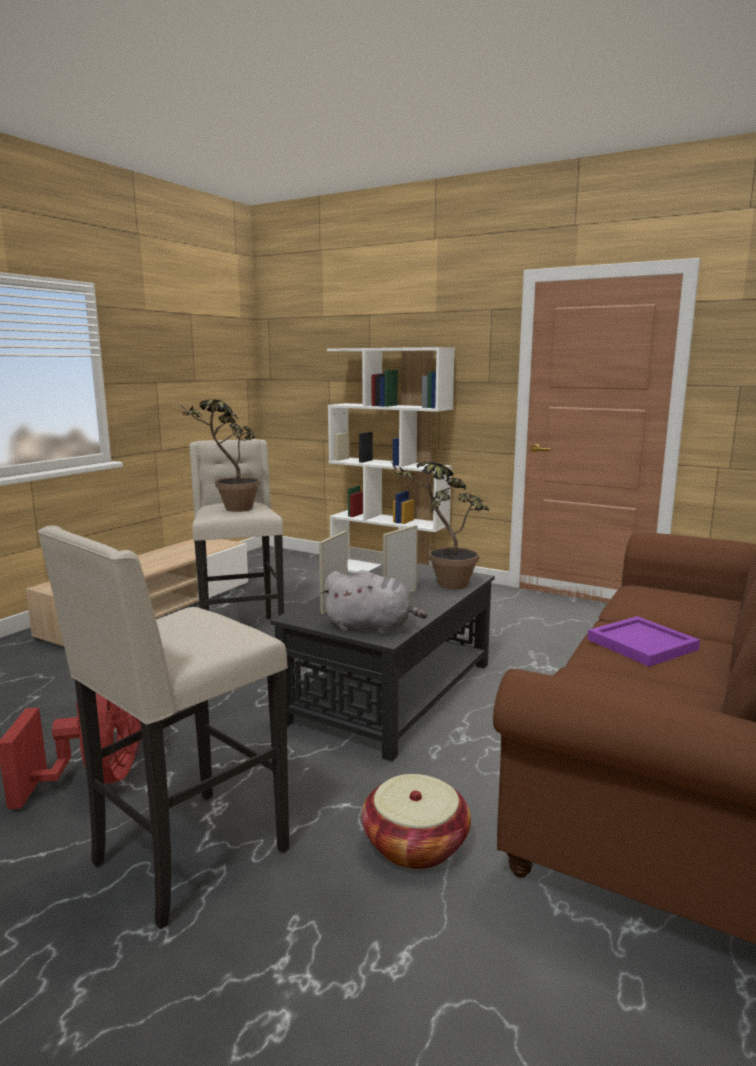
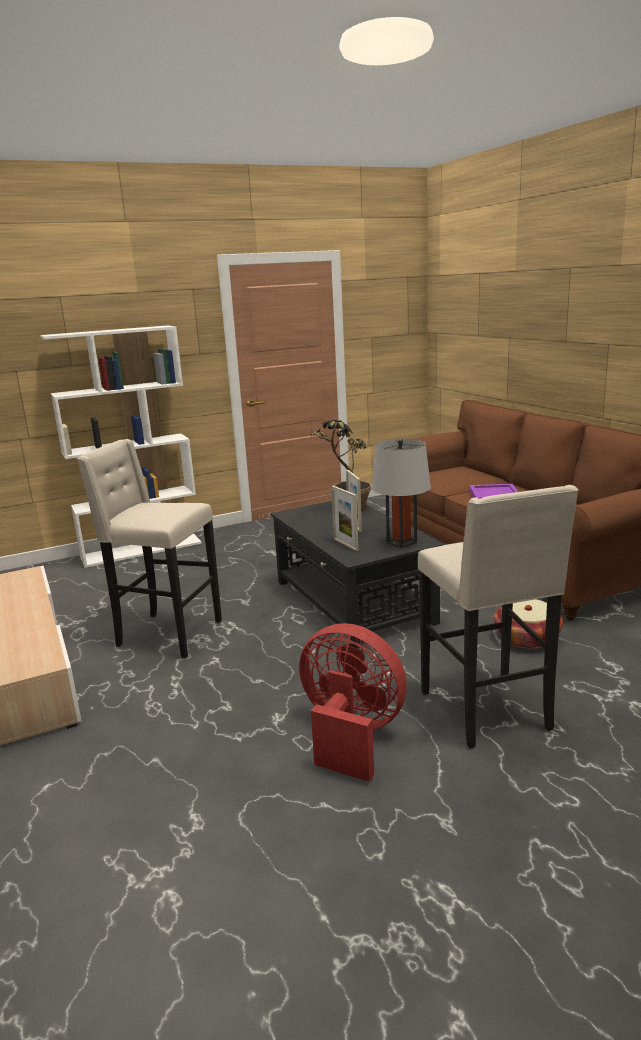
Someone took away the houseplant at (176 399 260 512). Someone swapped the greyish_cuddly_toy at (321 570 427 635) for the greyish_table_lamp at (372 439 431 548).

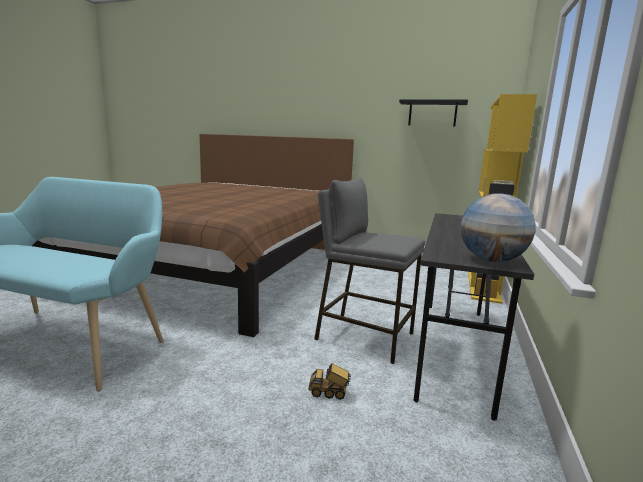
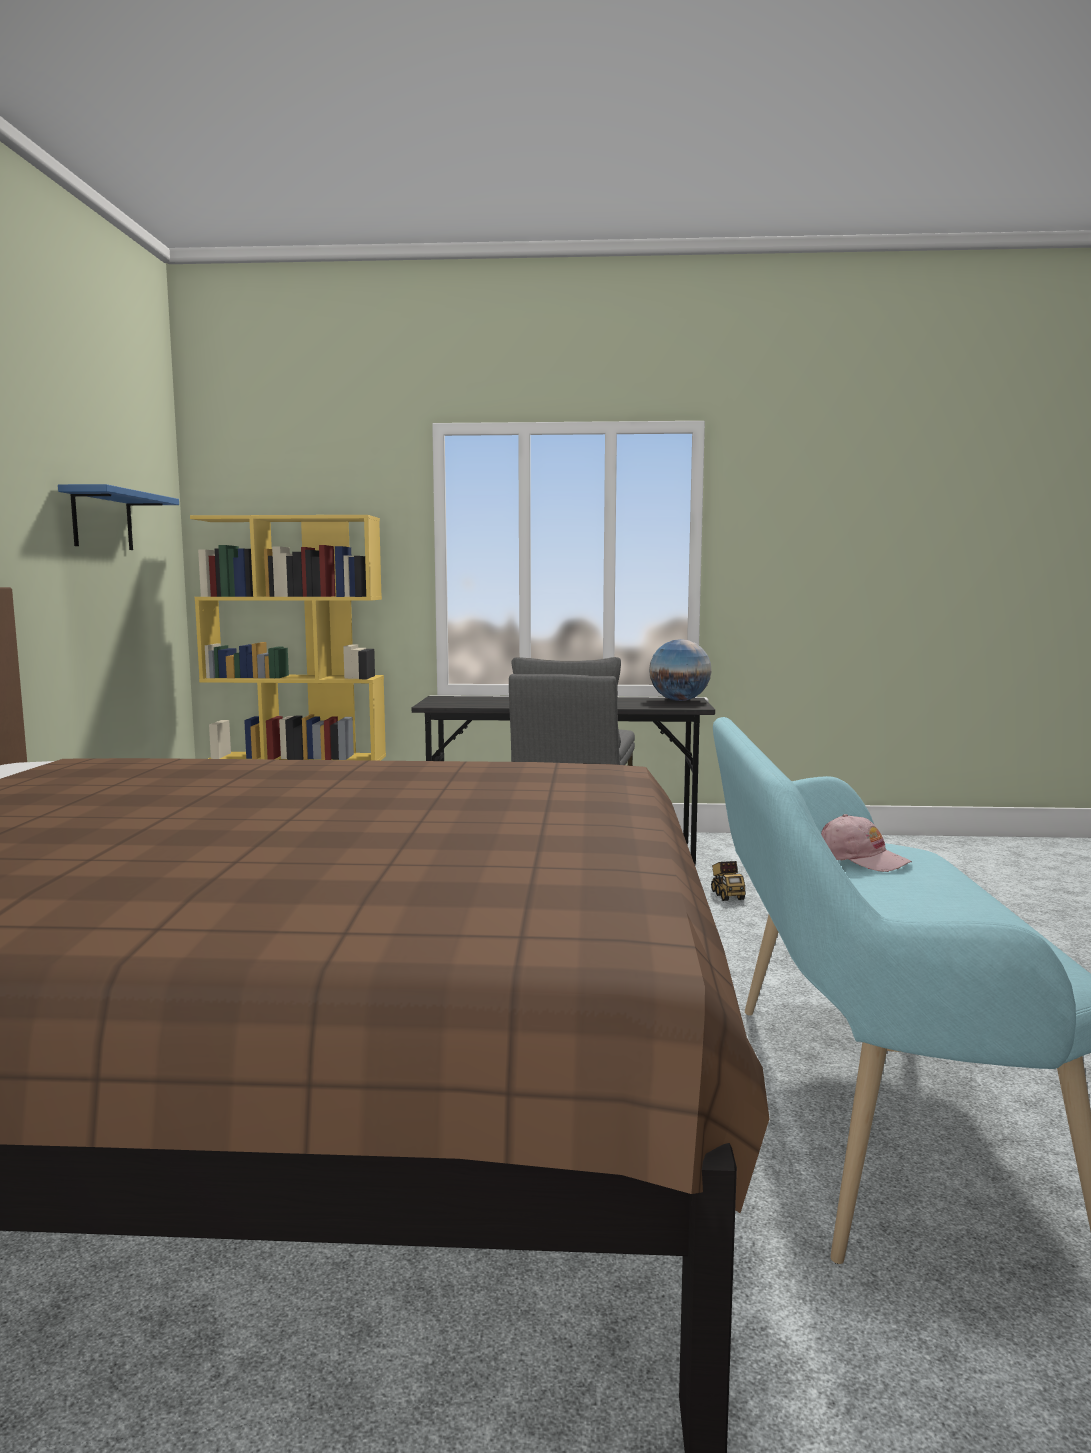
Someone put down the pinkish_baseball_cap at (821 814 912 872). Someone repainted the black_wall_shelf at (399 99 468 126), which became the blue-coloured_wall_shelf at (58 484 179 550).

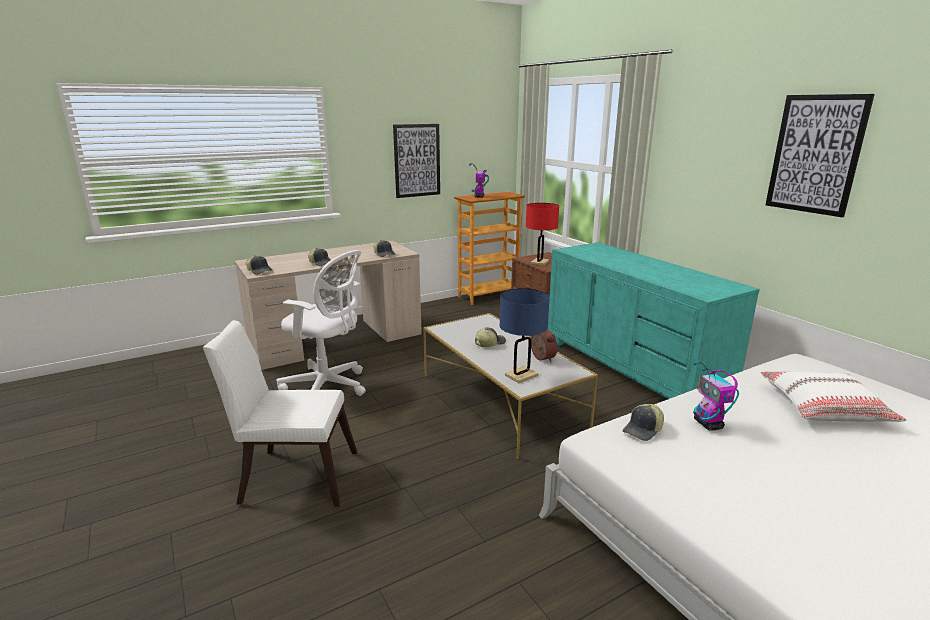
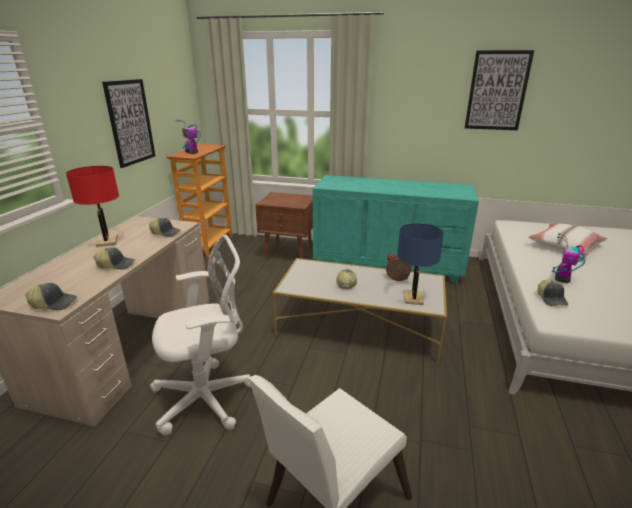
Someone carried the red-coloured_table_lamp from (526 203 559 266) to (66 166 119 247). Someone rotated the robot_figure at (693 362 739 431) by 90 degrees clockwise.

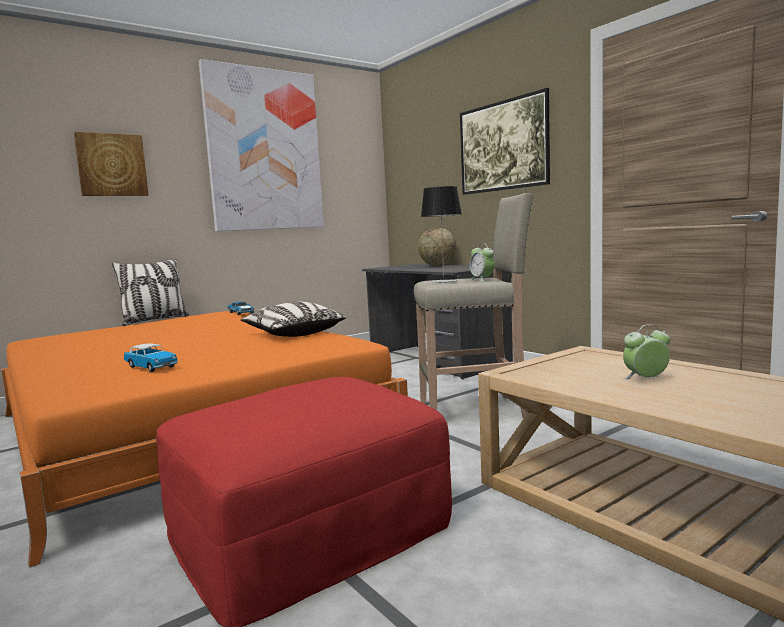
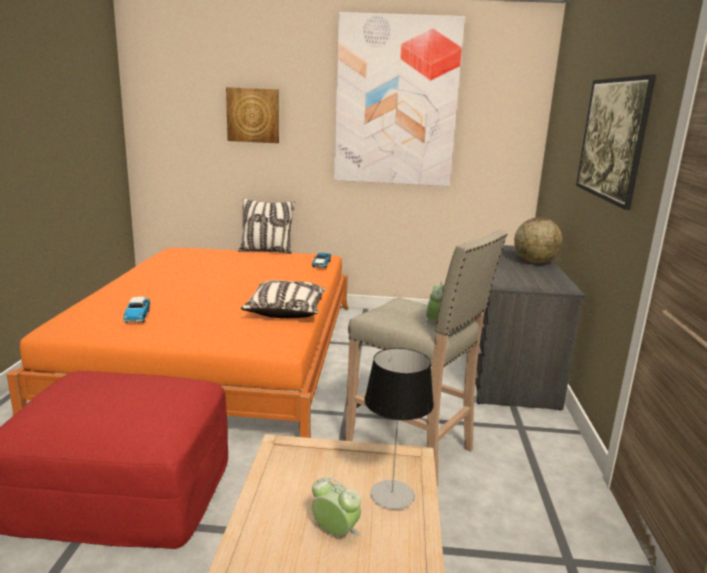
Someone carried the table_lamp from (421 186 462 283) to (364 348 434 510).

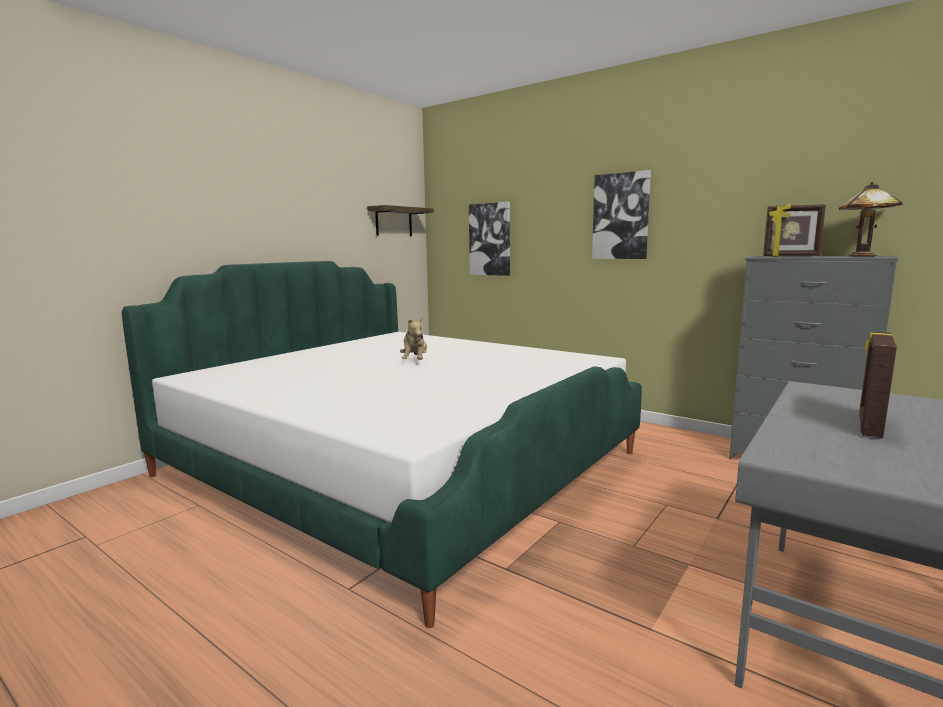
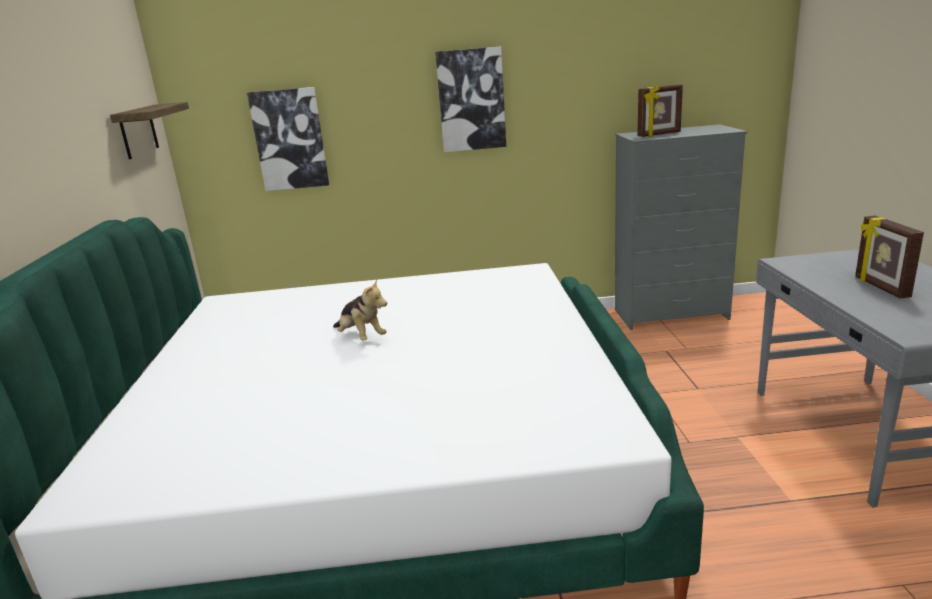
Someone took away the table_lamp at (839 182 903 256).

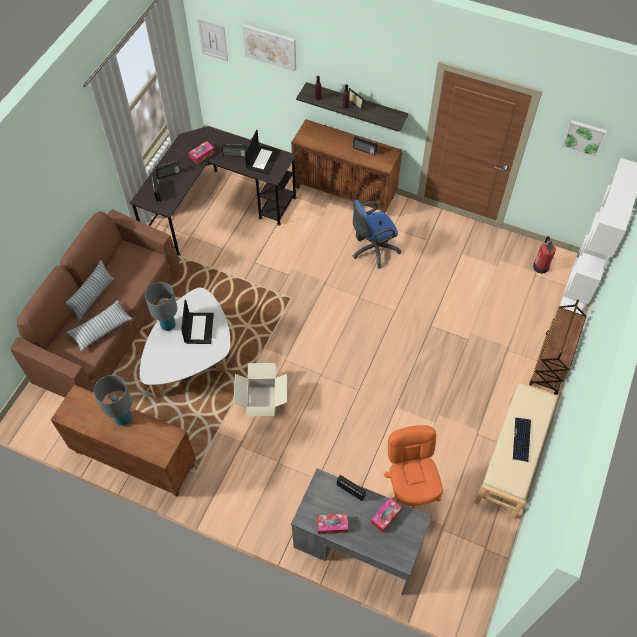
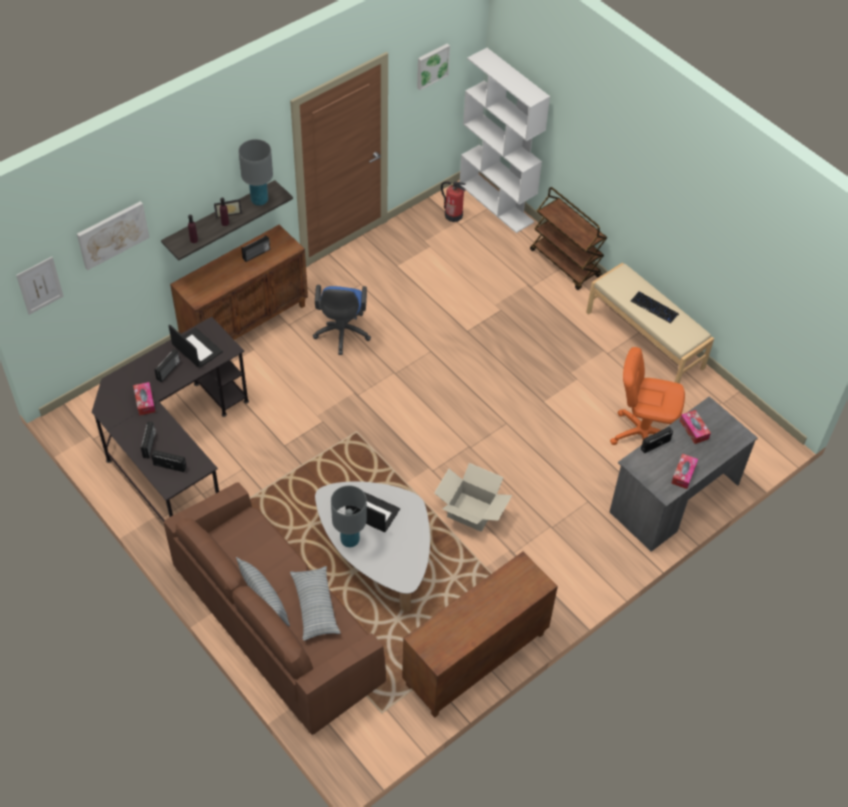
Someone carried the greyish_table_lamp from (94 375 132 426) to (238 139 273 206).

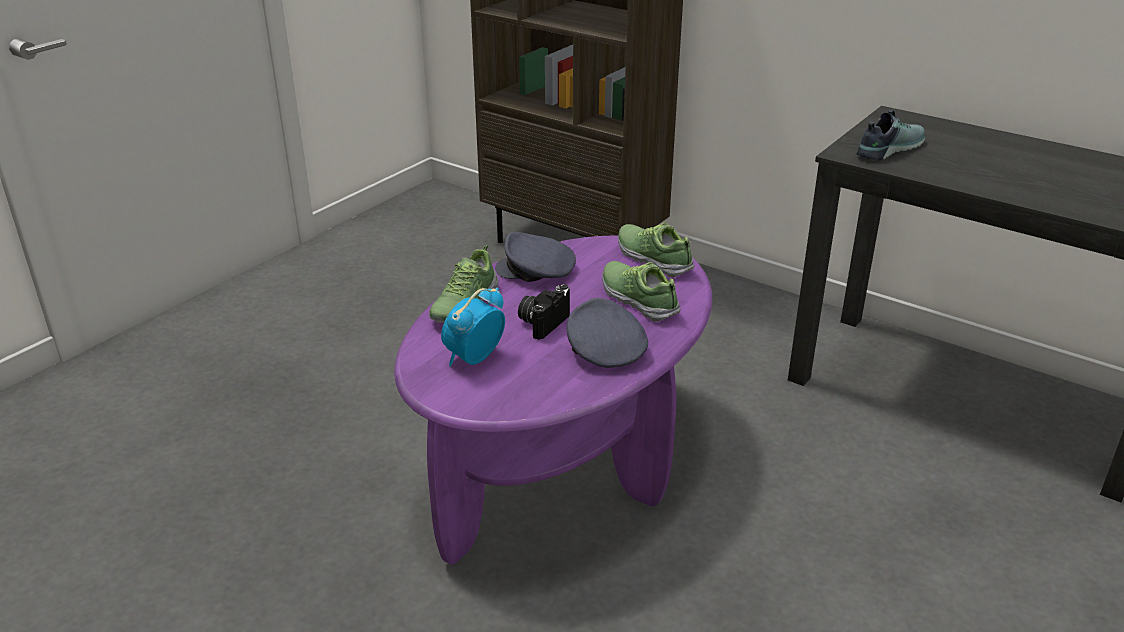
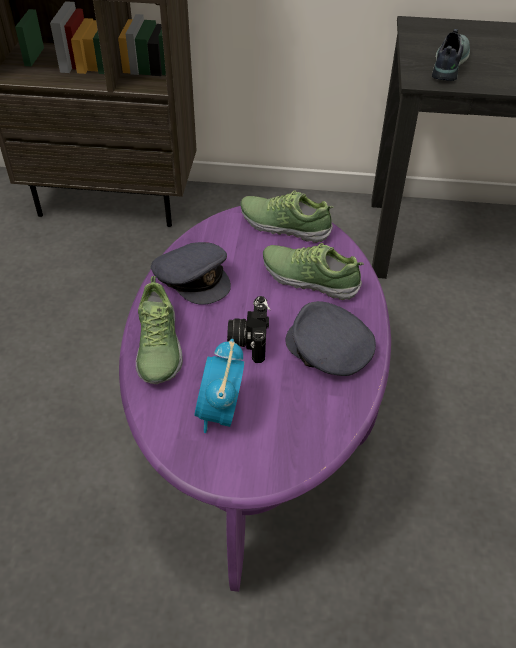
Someone rotated the greyish_baseball_cap at (495 232 576 282) by 120 degrees counterclockwise.

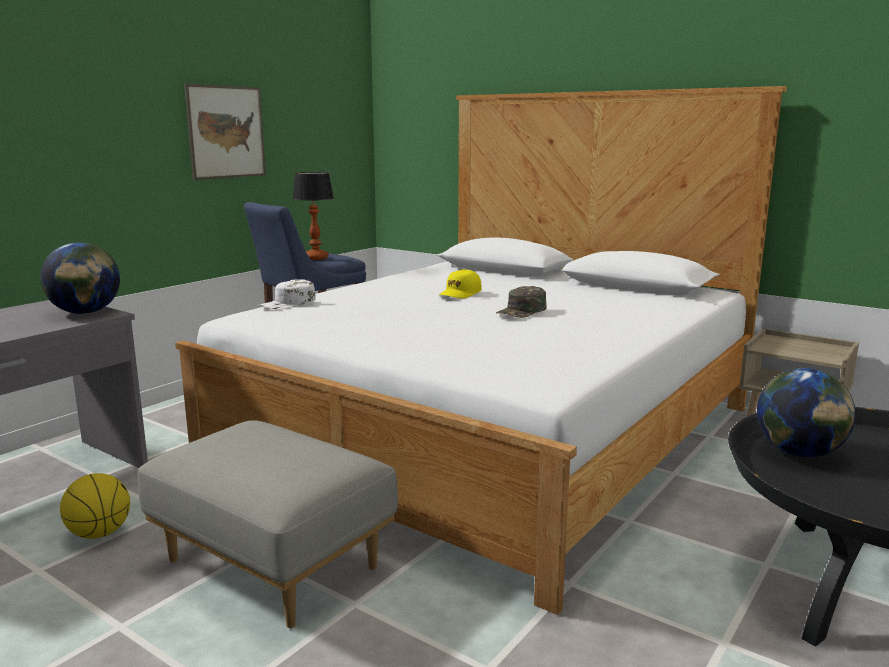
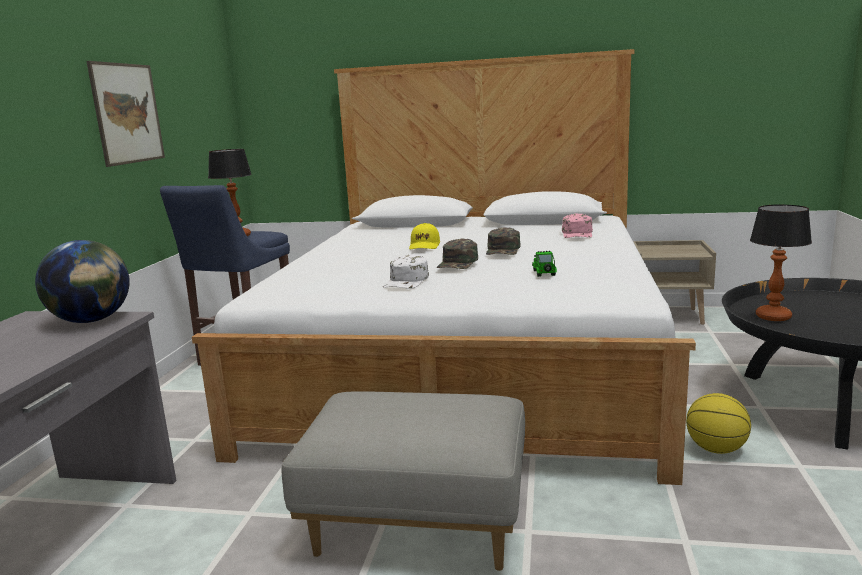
Someone put down the green_baseball_cap at (437 239 478 269). Someone put down the model_car at (532 251 557 277). Someone put down the pinkish_baseball_cap at (562 214 593 238). Someone carried the basketball from (60 473 130 539) to (686 393 751 454). Someone carried the white-coloured_baseball_cap from (259 279 316 310) to (383 254 429 289). Someone swapped the desk_globe at (757 368 856 457) for the table_lamp at (750 204 812 321).

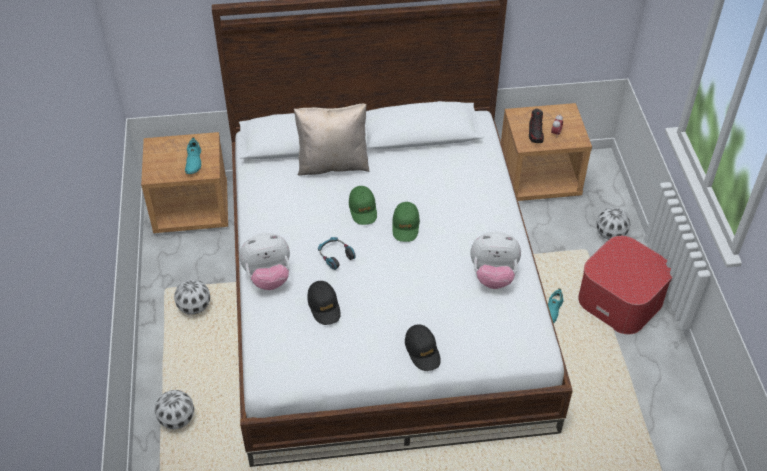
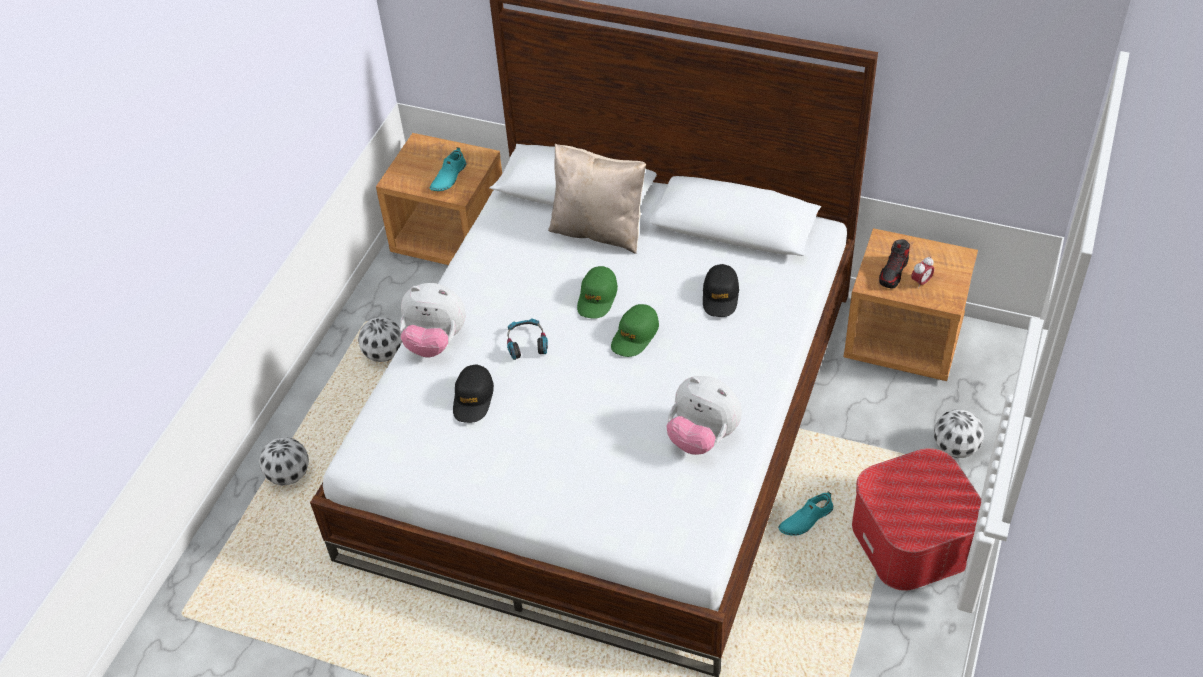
Someone carried the black_baseball_cap from (405 325 441 371) to (703 264 739 317).

